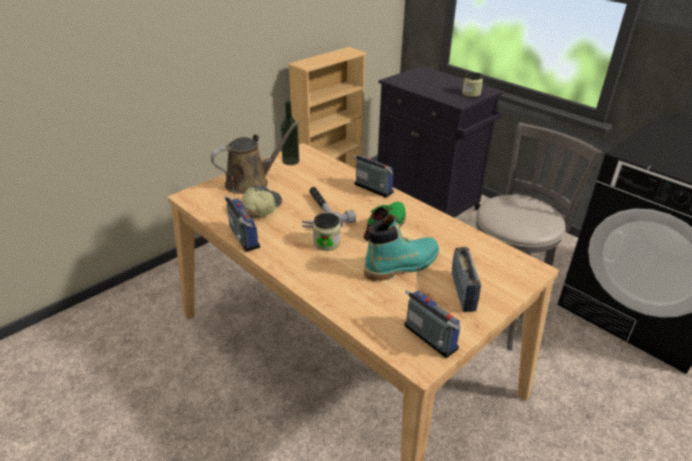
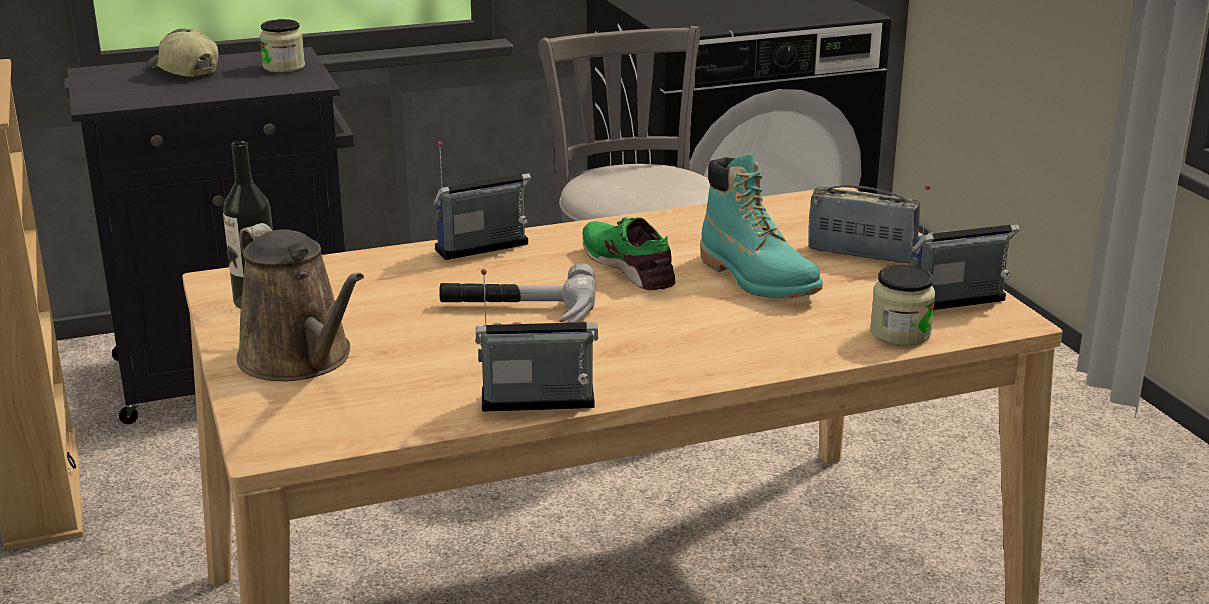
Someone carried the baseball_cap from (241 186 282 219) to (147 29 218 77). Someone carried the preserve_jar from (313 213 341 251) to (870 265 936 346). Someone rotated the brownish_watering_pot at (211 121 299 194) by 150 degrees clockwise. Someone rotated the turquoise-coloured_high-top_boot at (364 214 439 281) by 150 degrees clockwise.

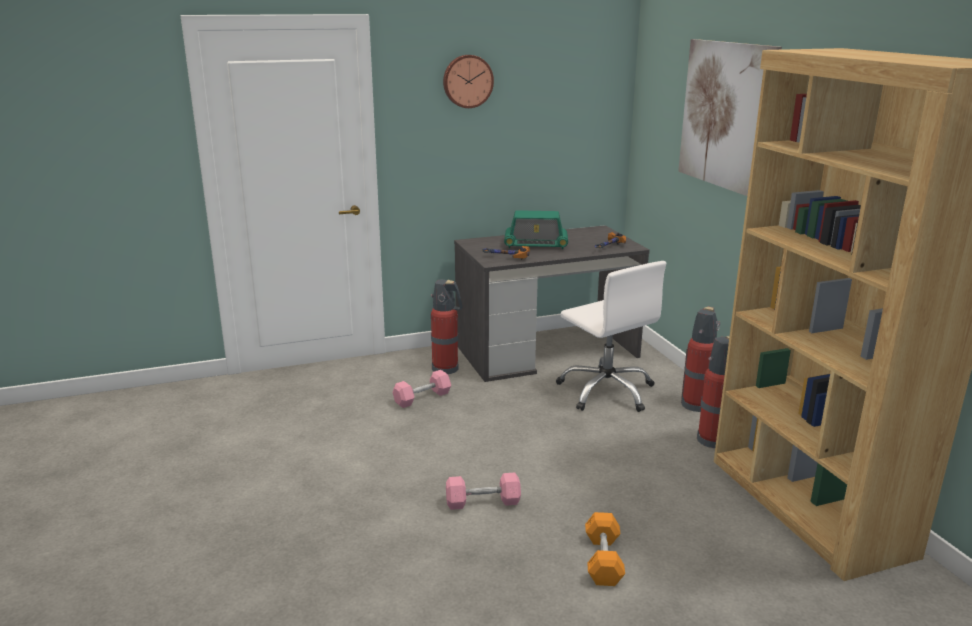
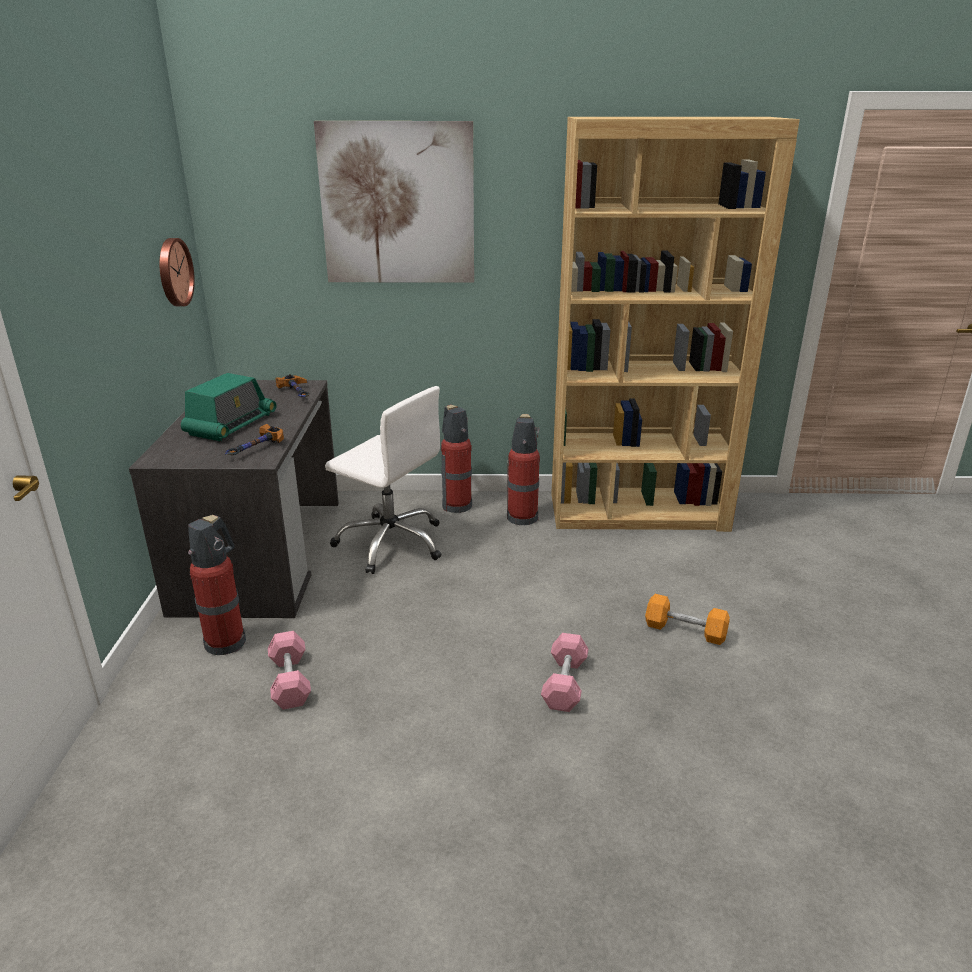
Someone carried the clock_on_the_wall from (443 55 494 108) to (159 238 195 306). Someone rotated the white-coloured_office_chair at (556 261 666 412) by 45 degrees clockwise.

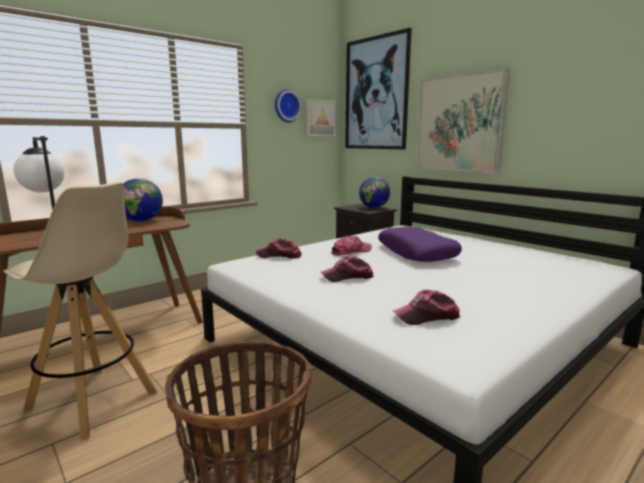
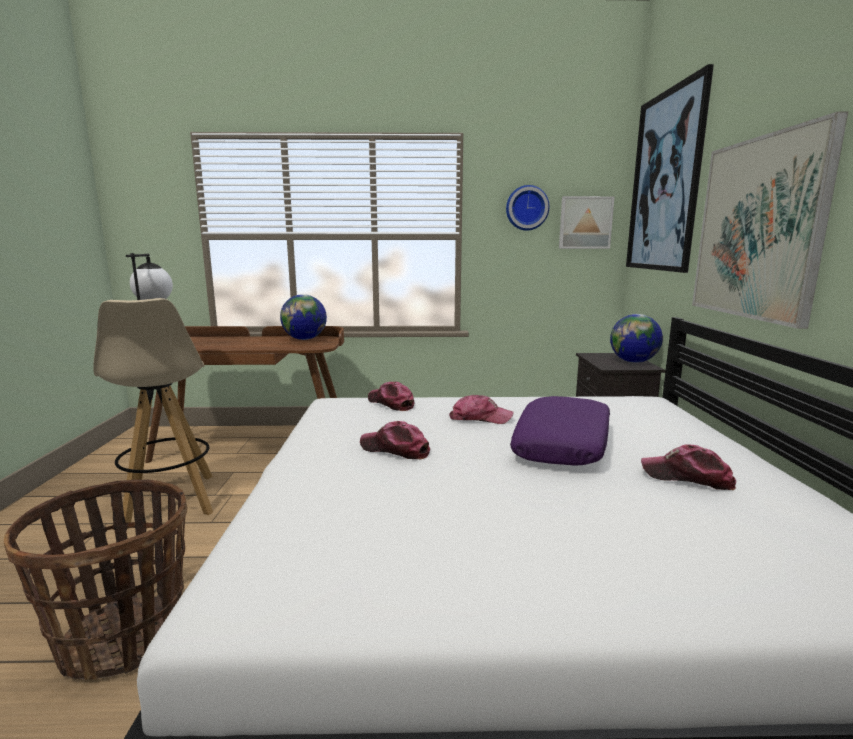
Someone carried the baseball_cap from (393 290 460 325) to (641 444 736 490).

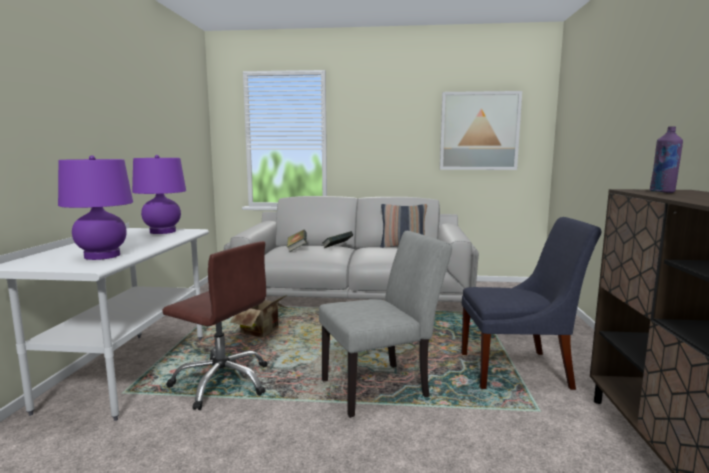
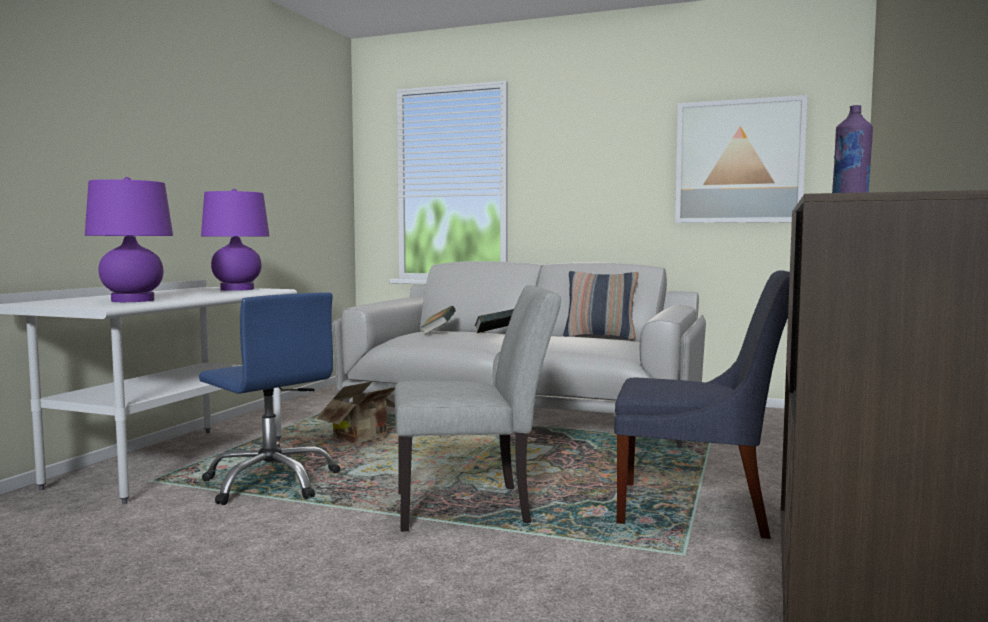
Someone repainted the brownish_office_chair at (162 241 268 410), which became the blue-coloured_office_chair at (199 292 340 505).

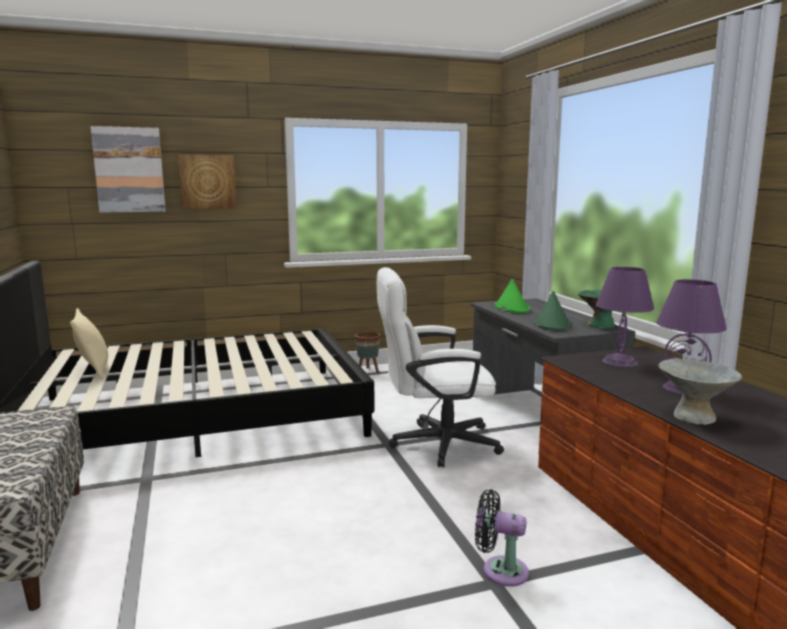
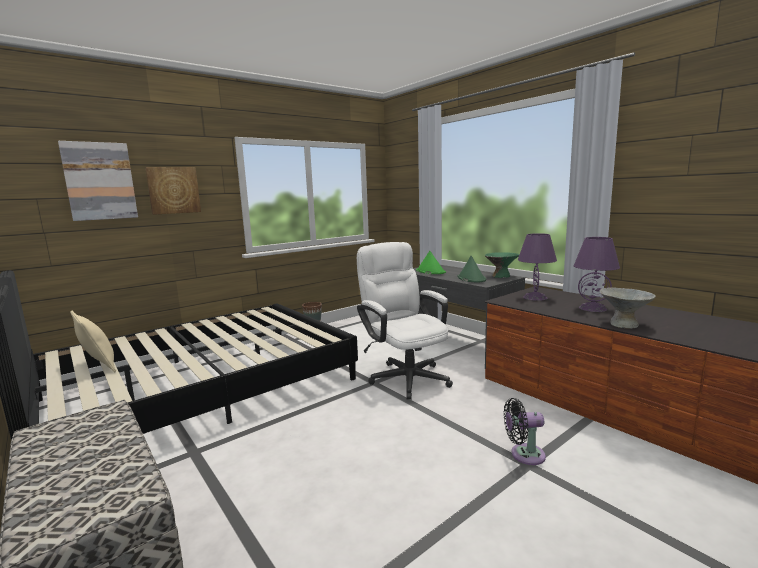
Someone rotated the white-coloured_office_chair at (376 267 504 467) by 90 degrees clockwise.

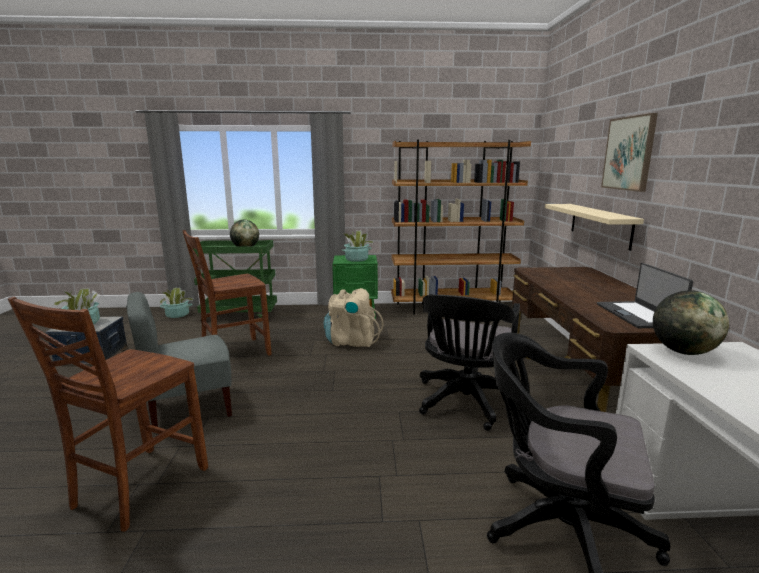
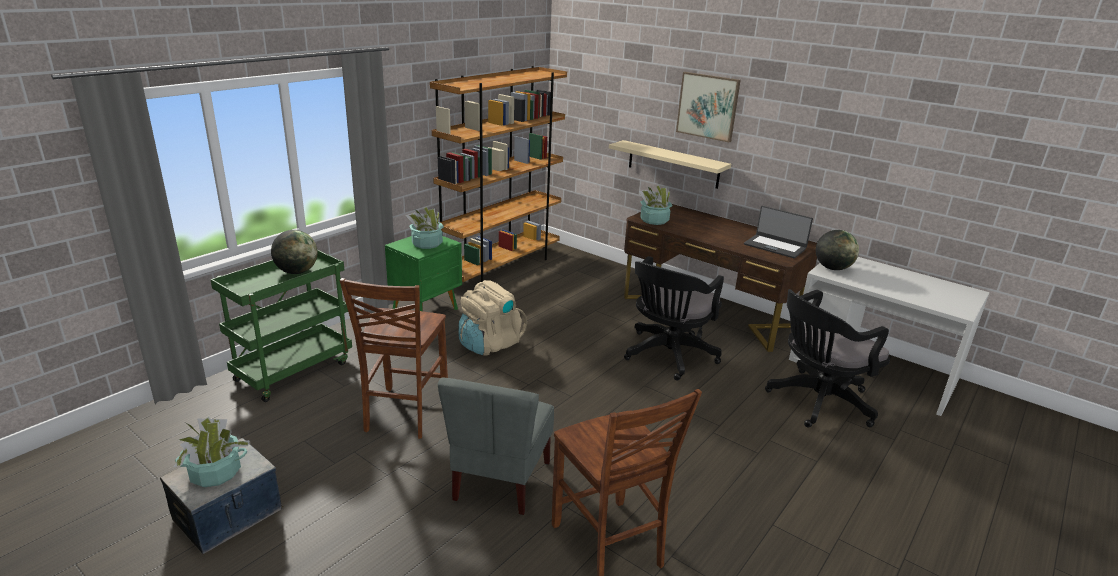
Someone carried the houseplant from (158 287 193 318) to (638 185 673 225). Someone rotated the black_office_chair at (419 294 520 431) by 60 degrees clockwise.

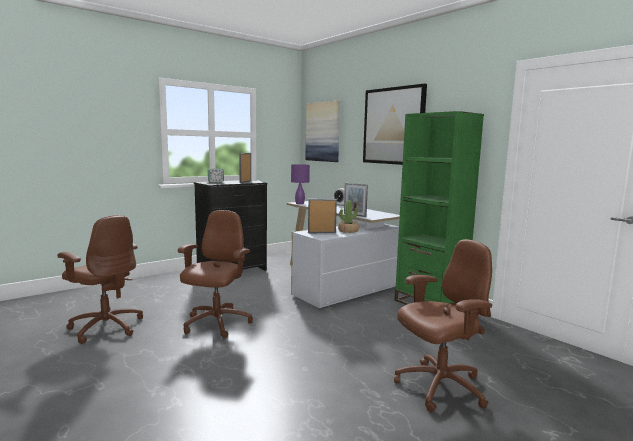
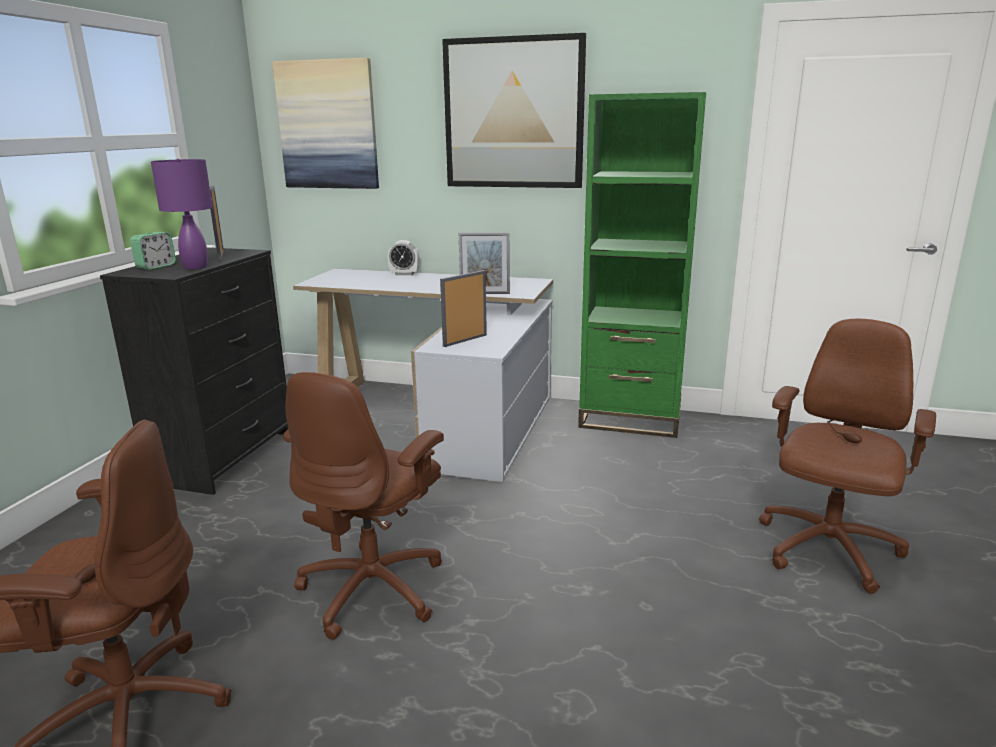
Someone took away the houseplant at (338 200 359 233). Someone carried the purple-coloured_table_lamp from (291 164 310 204) to (151 159 213 269). Someone rotated the brownish_office_chair at (178 210 253 338) by 135 degrees counterclockwise.

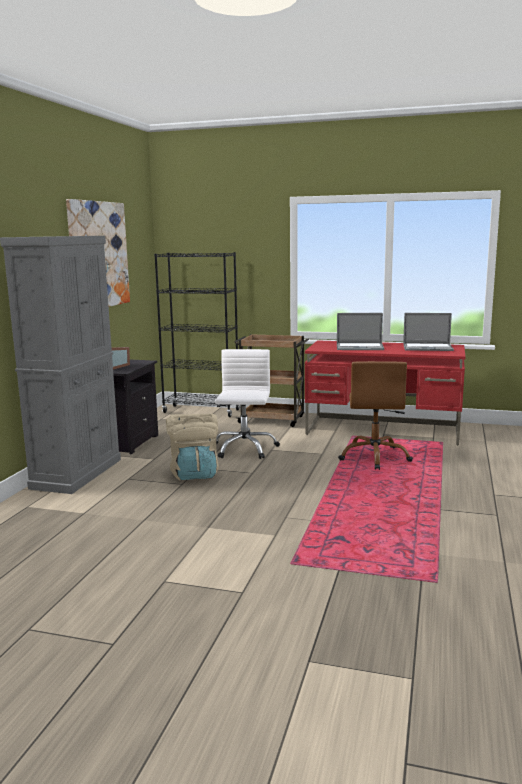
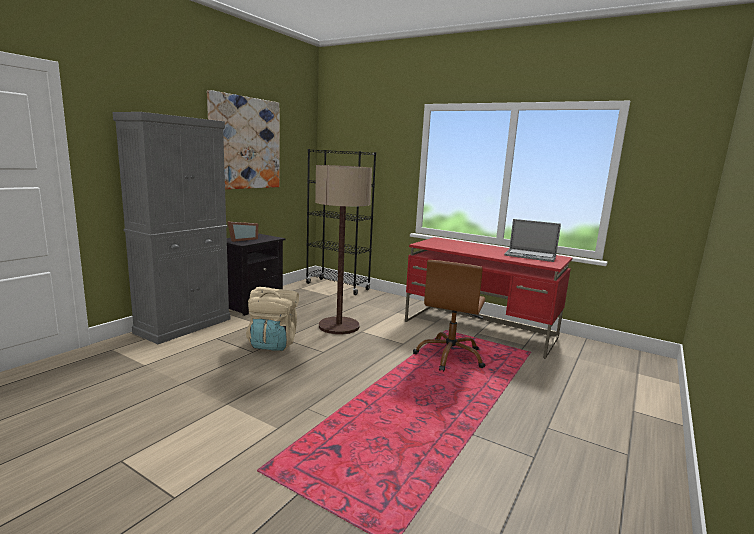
Someone took away the brownish_cart at (234 334 309 427). Someone took away the notebook_computer at (337 313 384 350). Someone swapped the white-coloured_office_chair at (215 349 280 459) for the standing_lamp at (315 165 372 334).

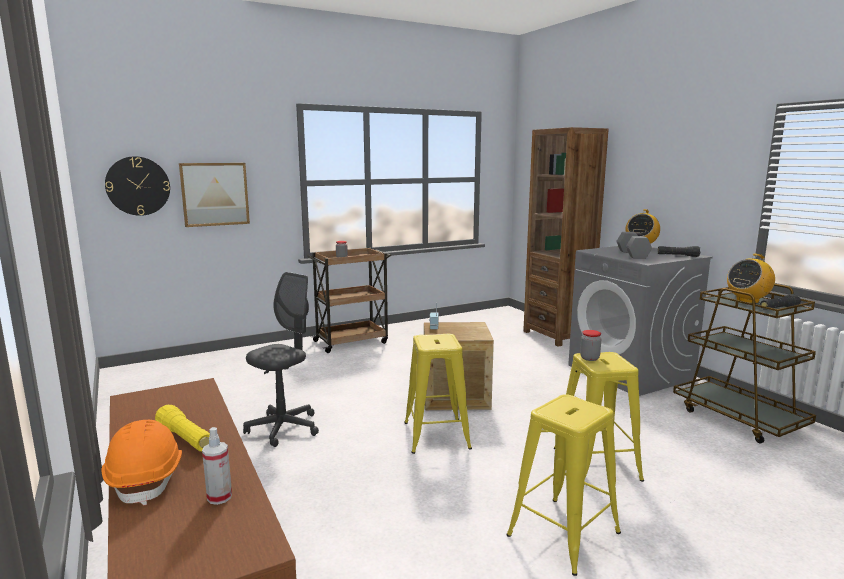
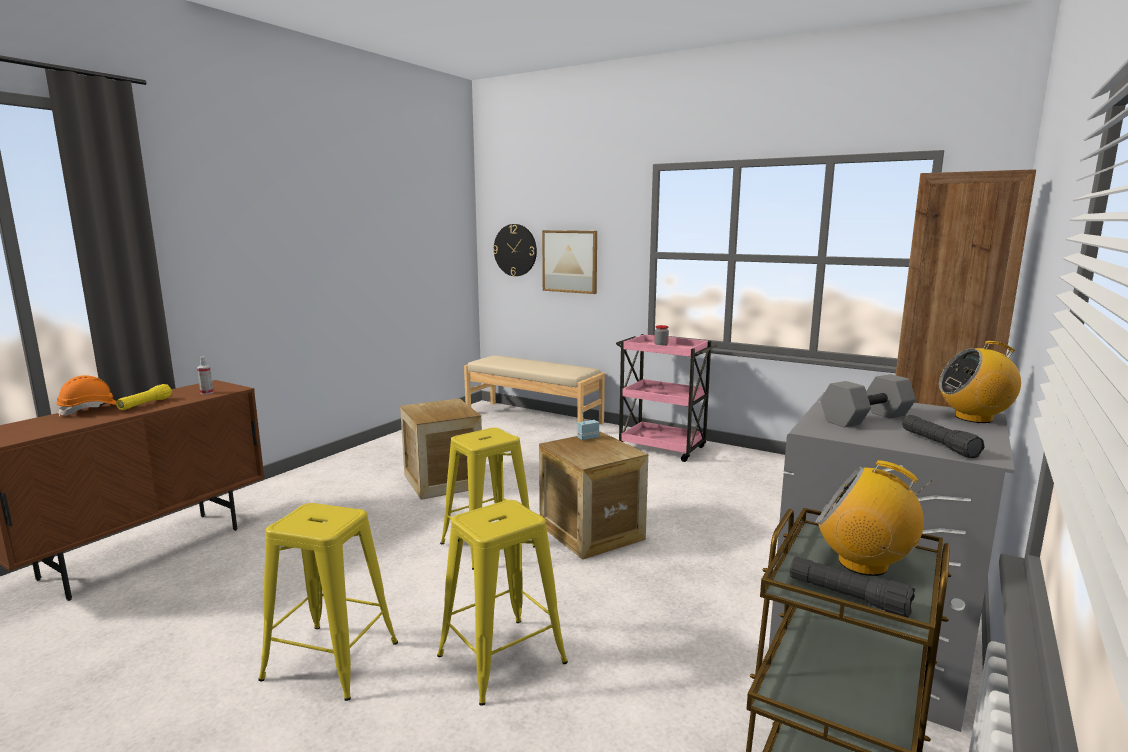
Someone took away the preserve_jar at (580 330 601 361). Someone put down the beige_indoor_bench at (464 355 605 424). Someone carried the spray_bottle from (202 427 232 505) to (197 357 213 394). Someone swapped the greyish_office_chair at (243 272 319 447) for the packing_crate at (400 398 482 500). Someone repainted the brownish_cart at (307 248 391 353), which became the pinkish_cart at (616 334 717 462).

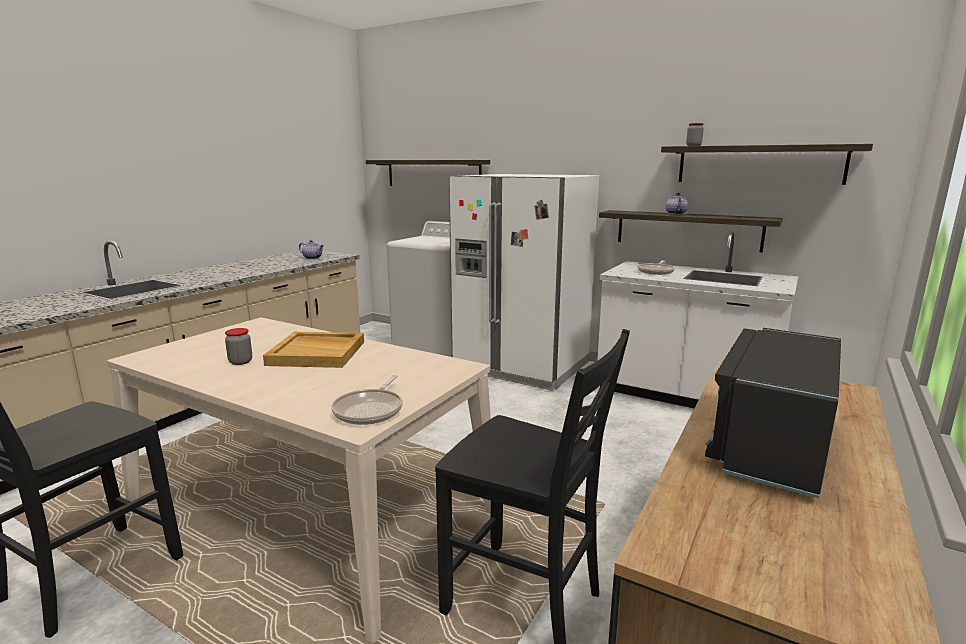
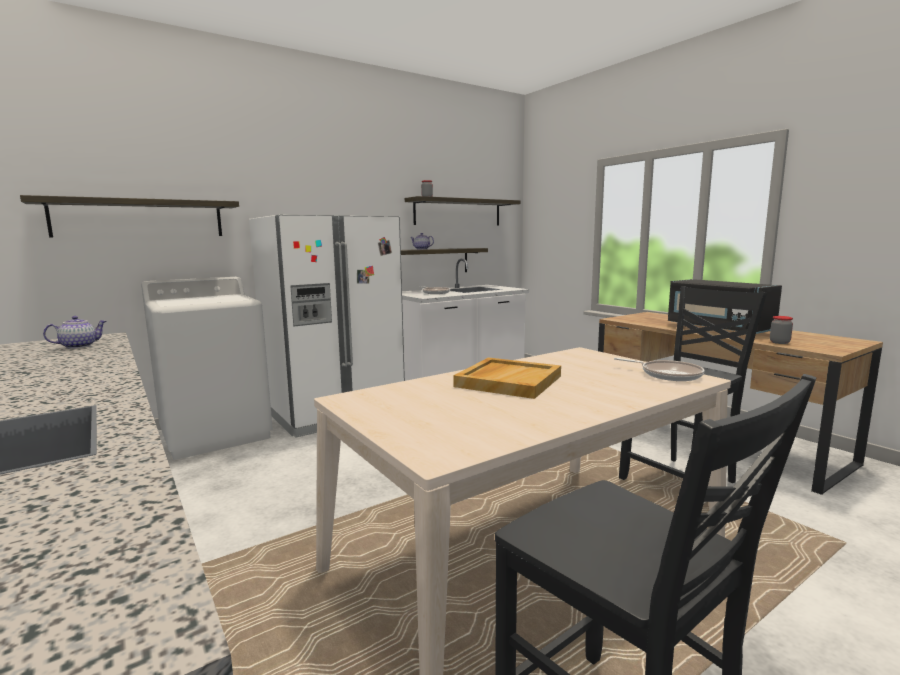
Someone carried the preserve_jar from (225 328 252 365) to (770 316 793 344).

